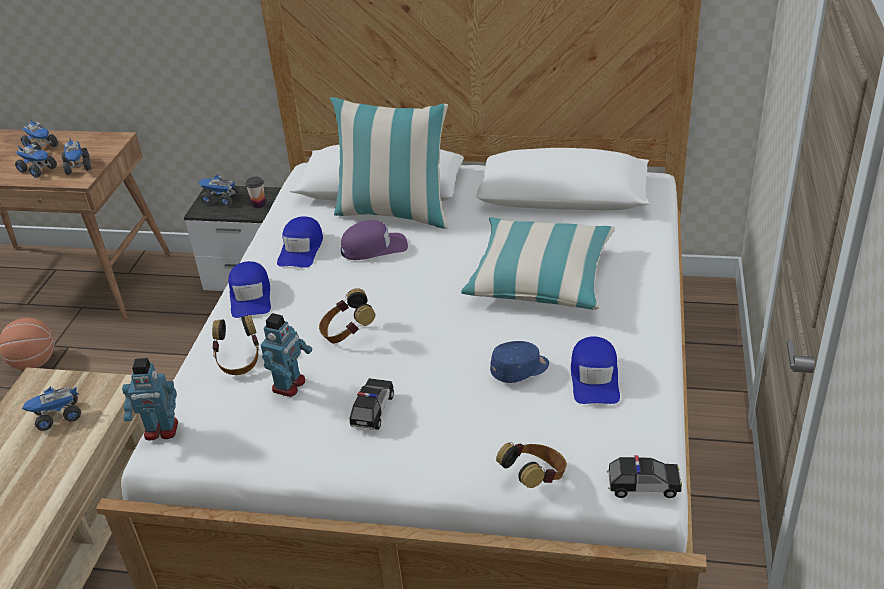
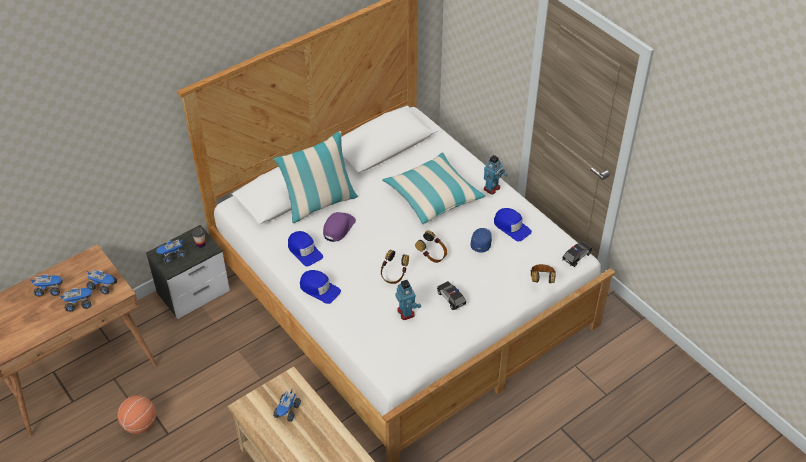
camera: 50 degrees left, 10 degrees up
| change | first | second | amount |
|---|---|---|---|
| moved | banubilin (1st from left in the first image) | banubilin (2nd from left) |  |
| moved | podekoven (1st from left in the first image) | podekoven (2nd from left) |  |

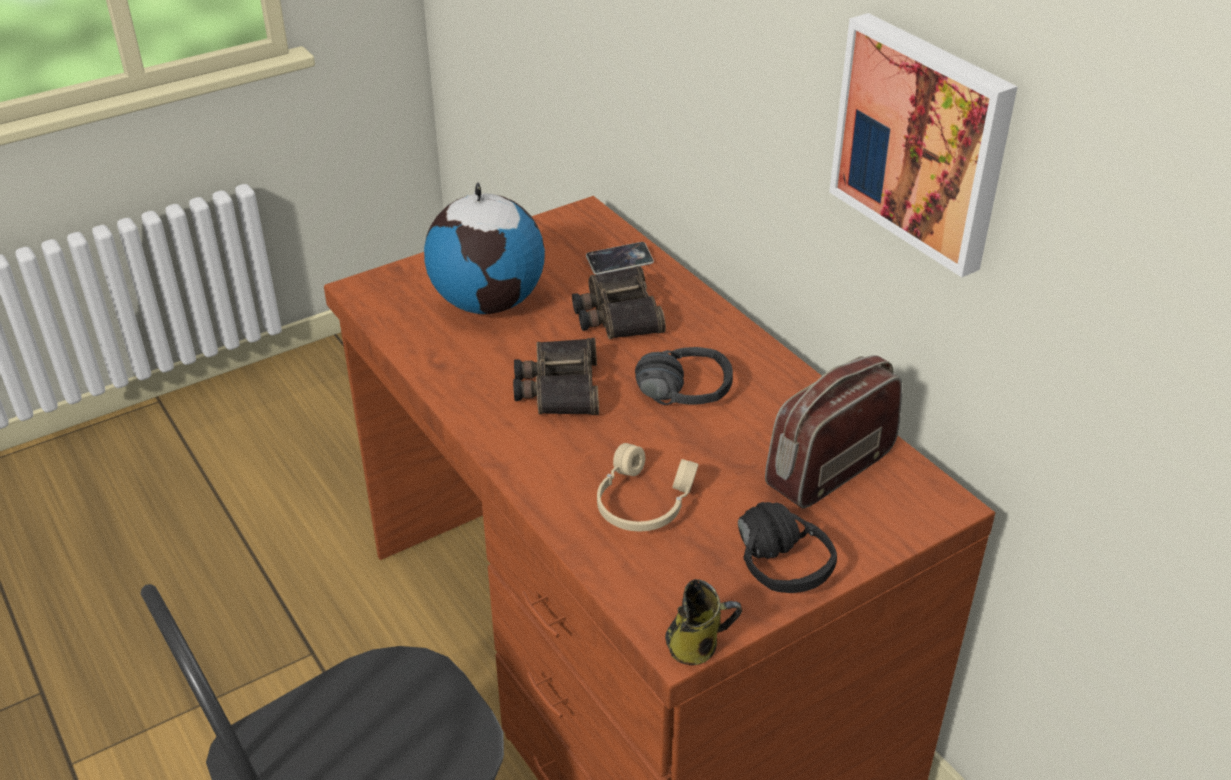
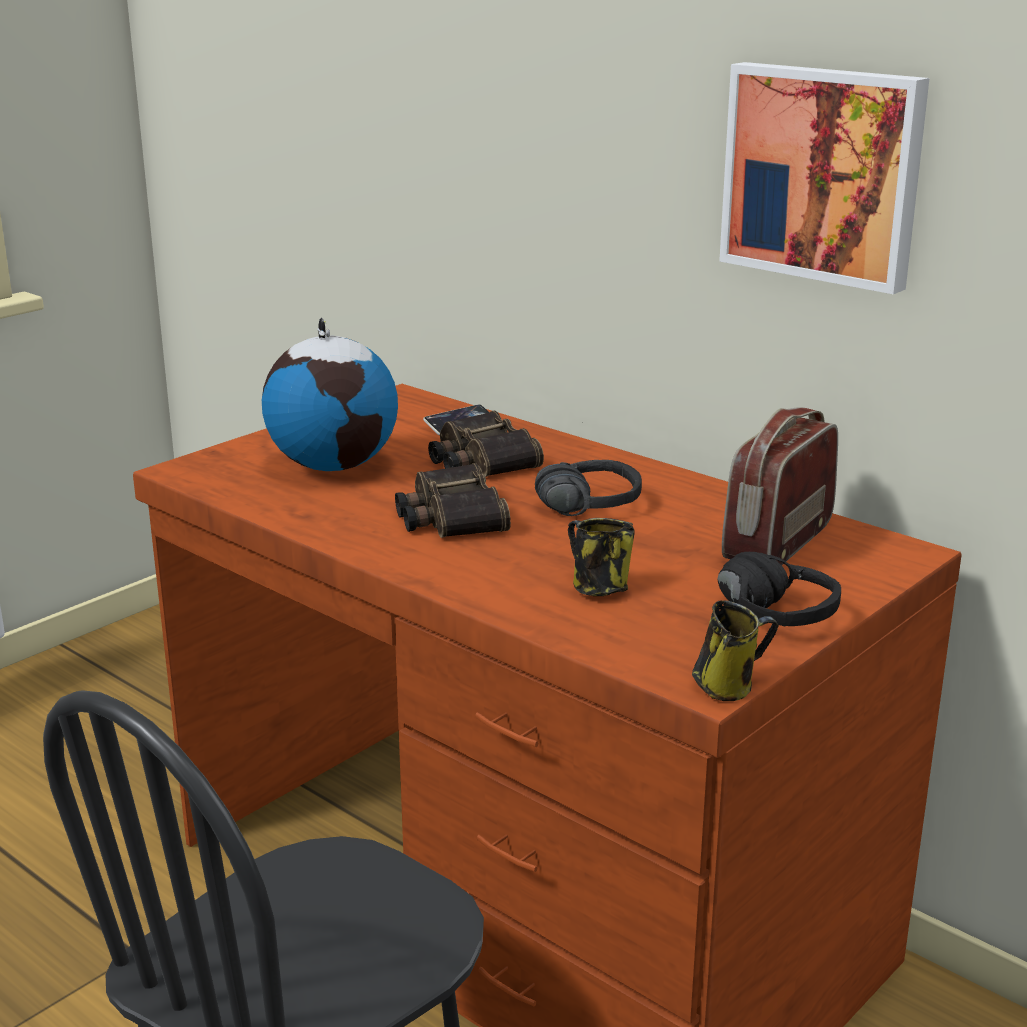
camera: 15 degrees left, 15 degrees down
| change | first | second | amount |
|---|---|---|---|
| replaced | beige_podekoven | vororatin (1st from left) |  |

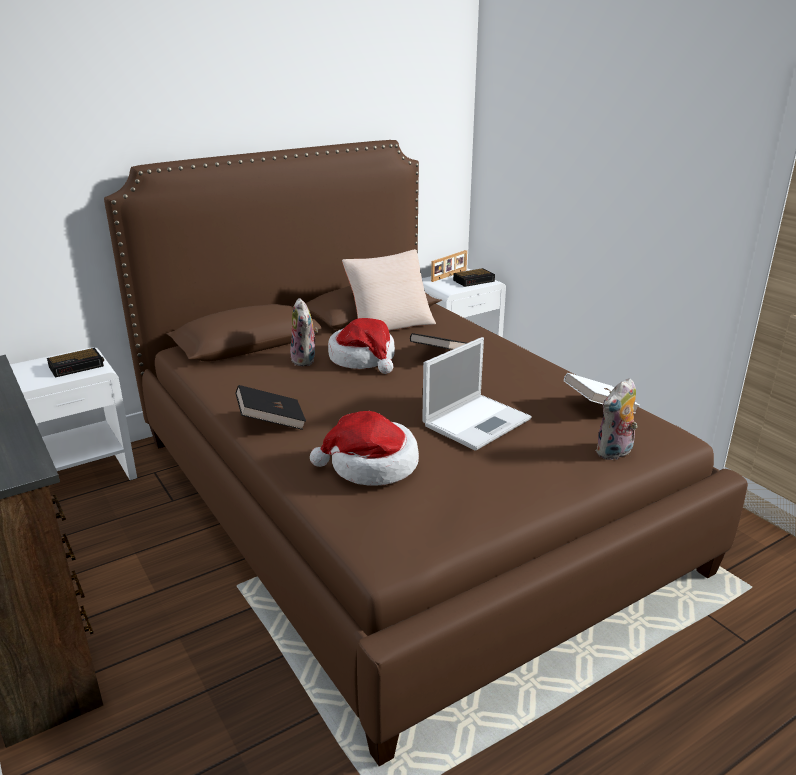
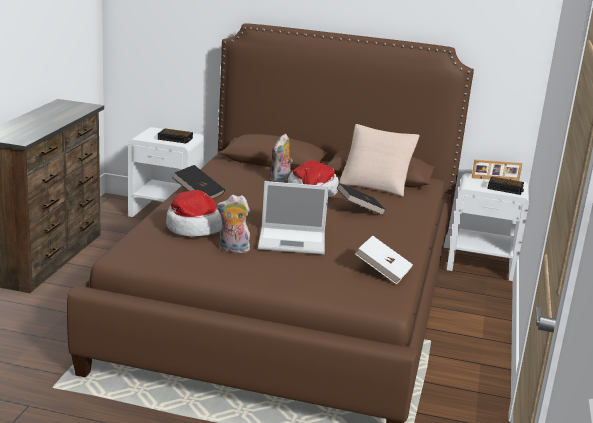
camera: 45 degrees right, 5 degrees down
| change | first | second | amount |
|---|---|---|---|
| moved | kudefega (2nd from left in the first image) | kudefega (1st from left) |  |

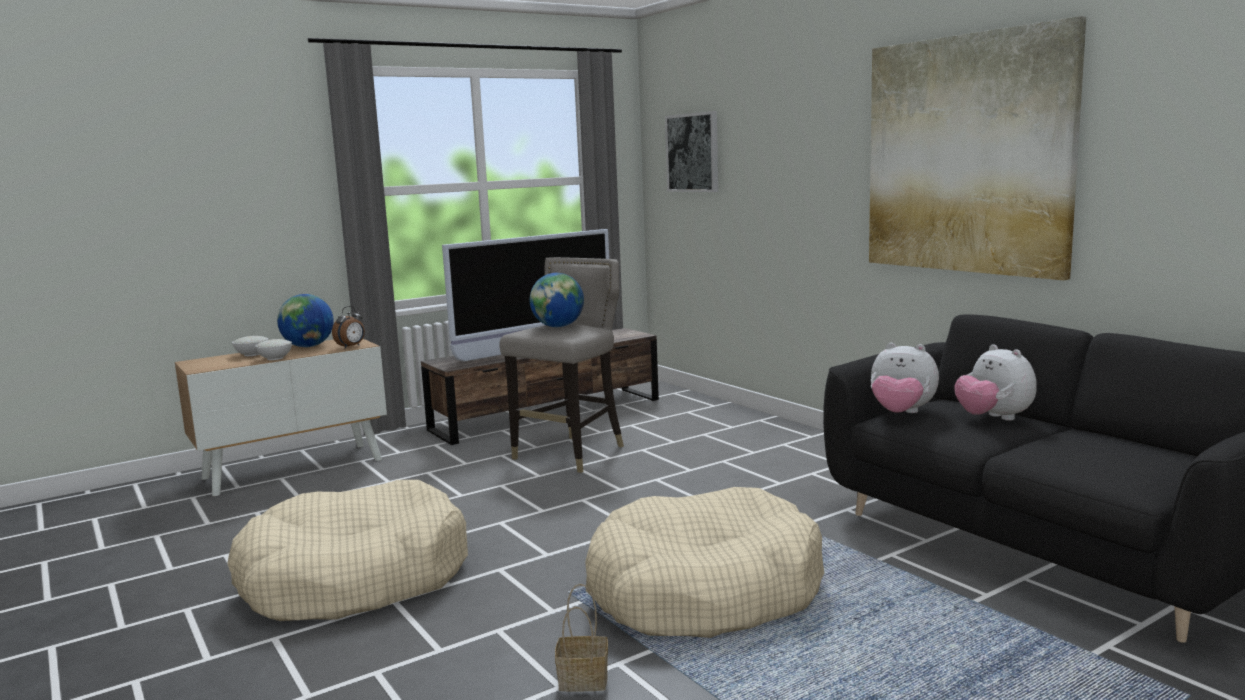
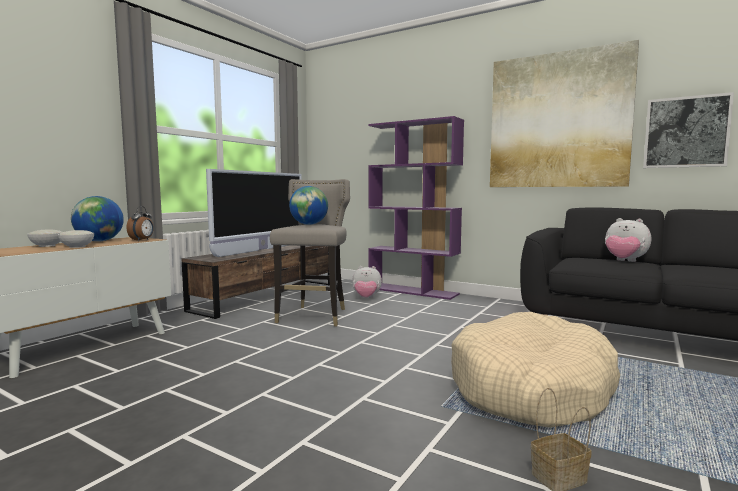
camera: 25 degrees left, 5 degrees down
| change | first | second | amount |
|---|---|---|---|
| removed | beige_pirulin (1st from left) |  |  |
| added |  | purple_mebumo |  |
| moved | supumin (1st from left in the first image) | supumin (2nd from left) |  |
| moved | kudefega (1st from left) |  |  |

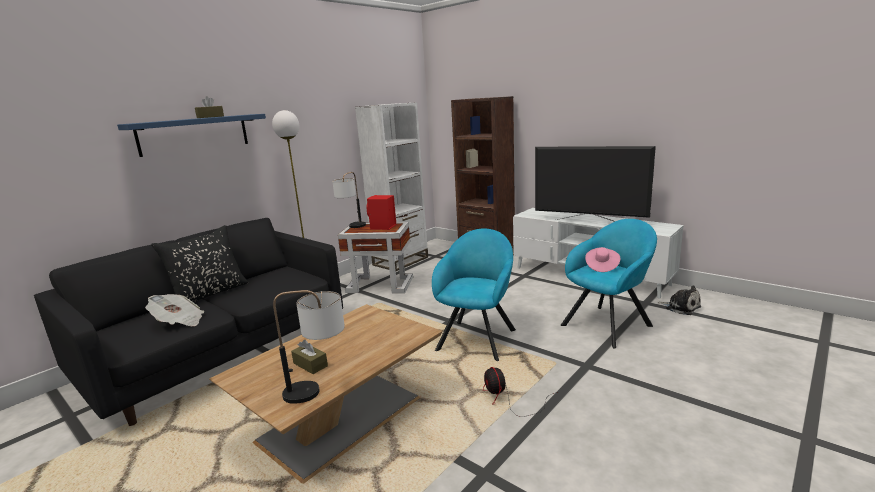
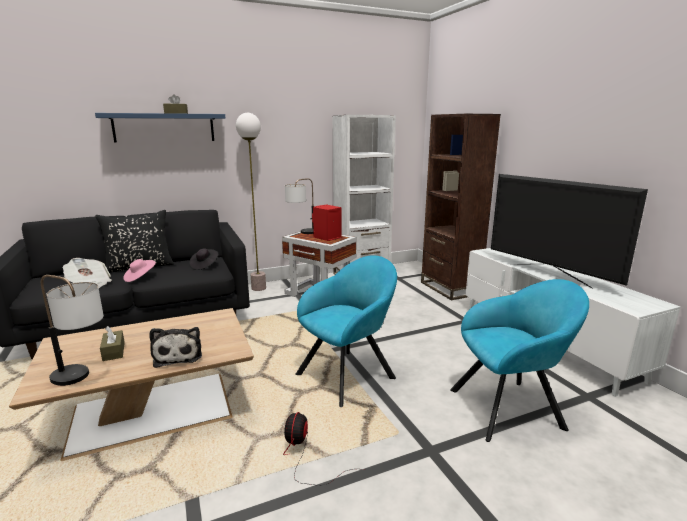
camera: 25 degrees right, 0 degrees up
| change | first | second | amount |
|---|---|---|---|
| added |  | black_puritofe |  |
| moved | pink_puritofe |  |  |
| moved | kudefega |  |  |

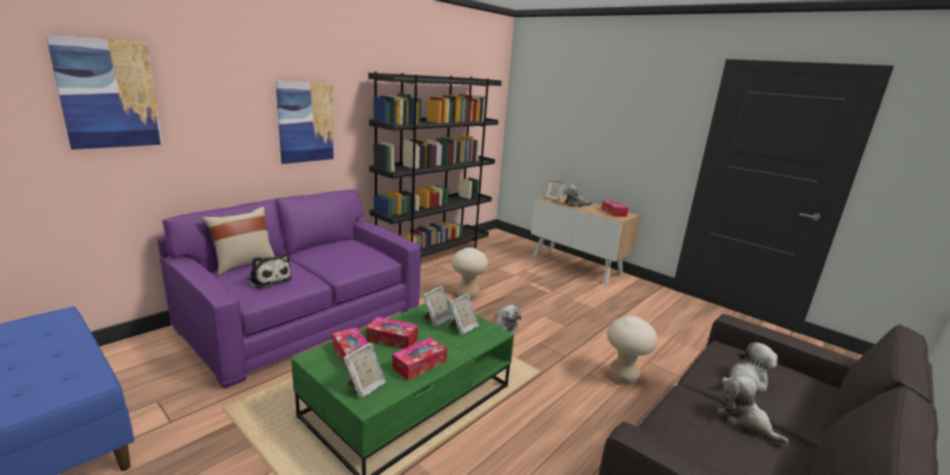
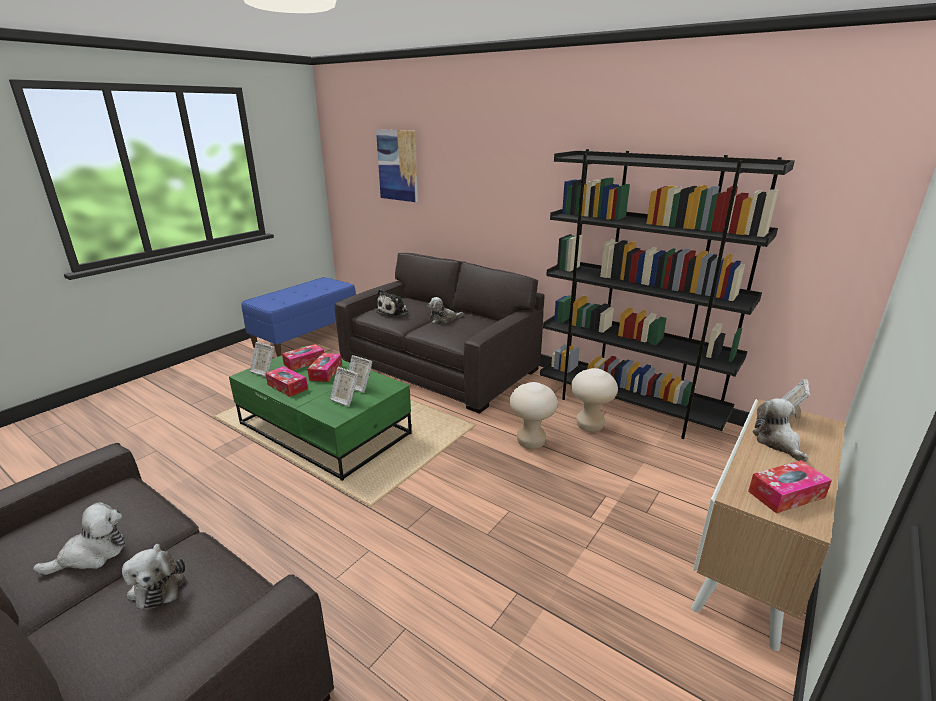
camera: 85 degrees right, 5 degrees up
| change | first | second | amount |
|---|---|---|---|
| removed | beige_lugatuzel |  |  |
| removed | supumin (2nd from left) |  |  |
| moved | kudefega (2nd from left in the first image) | kudefega (4th from left) |  |
| moved | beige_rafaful (2nd from left) |  |  |
| recoloured | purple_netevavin | grey_netevavin (2nd from left) |  |

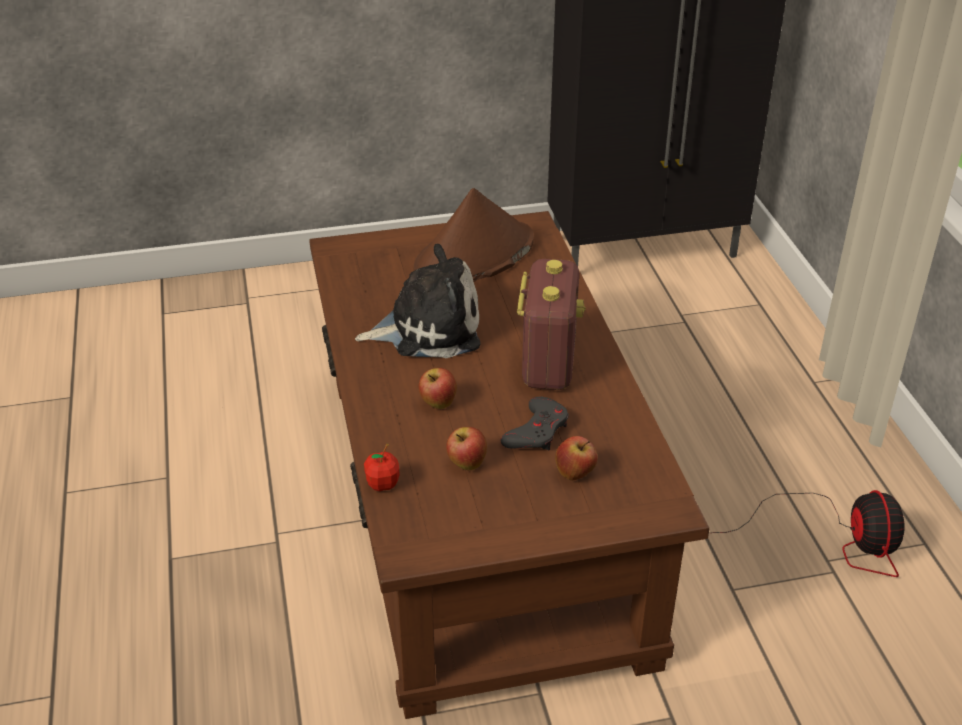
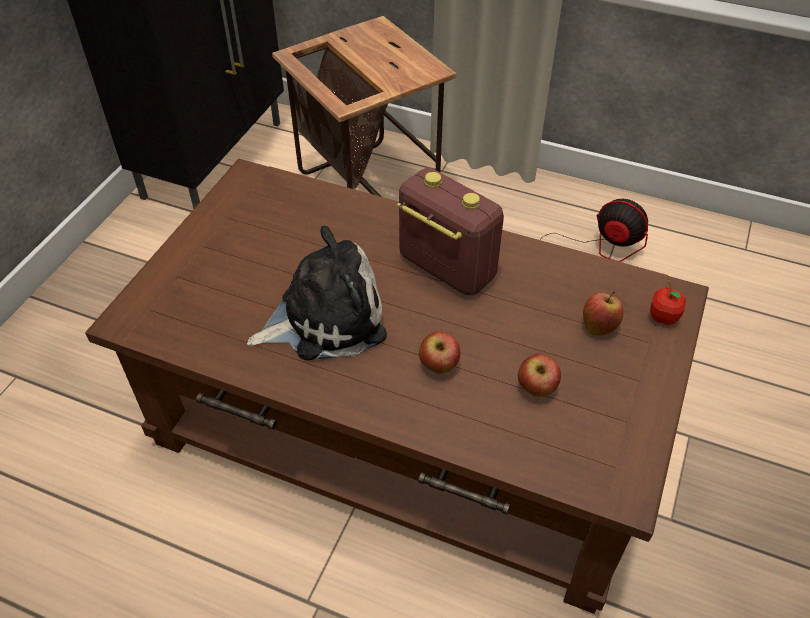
camera: 55 degrees left, 10 degrees up
| change | first | second | amount |
|---|---|---|---|
| removed | brown_puritofe |  |  |
| removed | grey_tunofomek |  |  |
| added |  | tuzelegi |  |
| moved | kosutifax (1st from left in the first image) | kosutifax (4th from left) |  |
| turned | kudefega |  | 45 degrees clockwise |

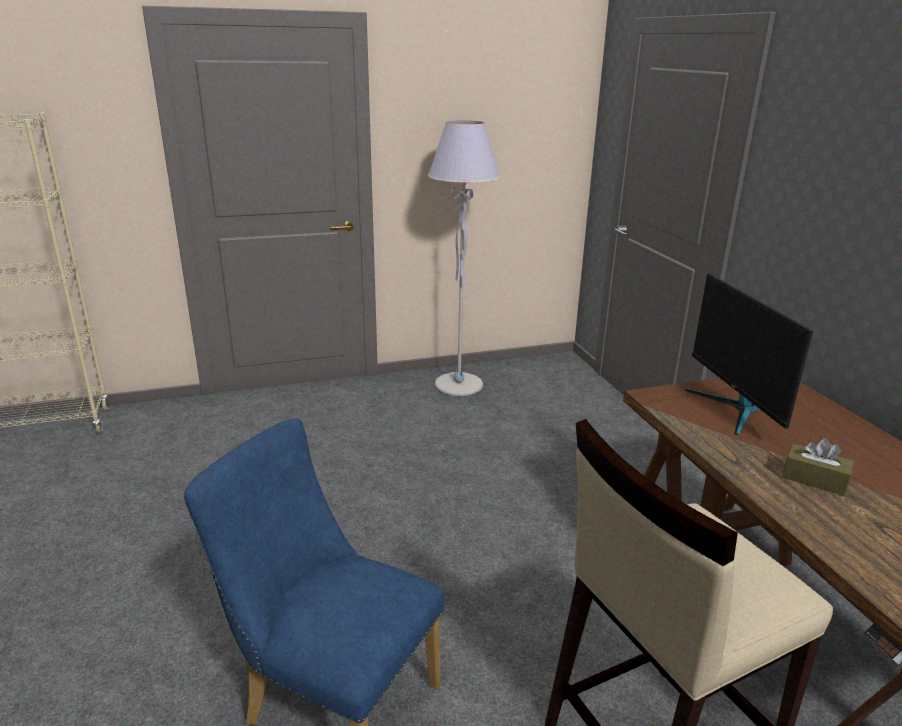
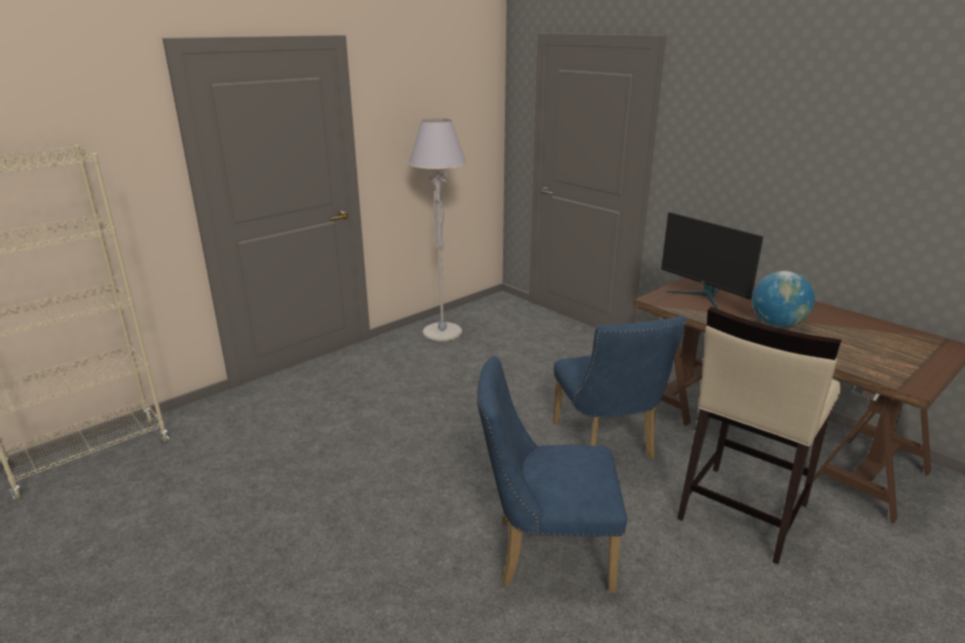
camera: 25 degrees left, 0 degrees up
| change | first | second | amount |
|---|---|---|---|
| added |  | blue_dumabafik (2nd from left) |  |
| replaced | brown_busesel | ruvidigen |  |

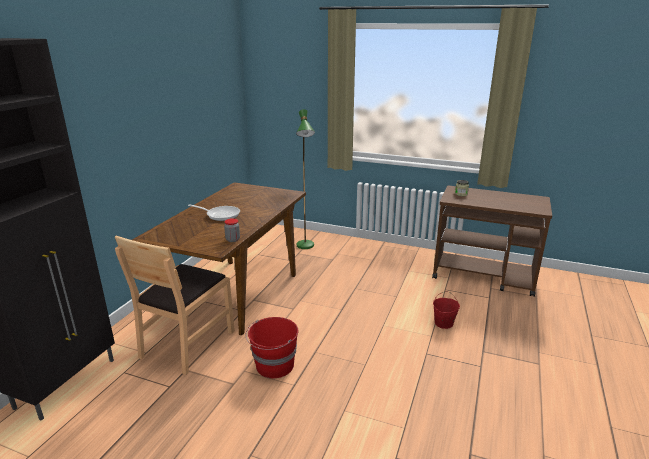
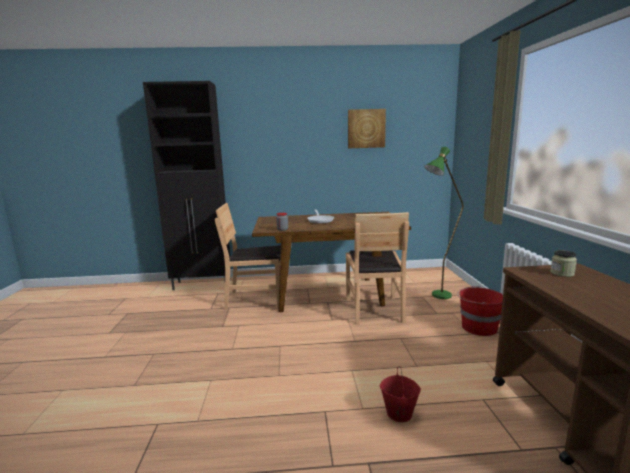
camera: 65 degrees right, 10 degrees down
| change | first | second | amount |
|---|---|---|---|
| added |  | brown_dumabafik (2nd from left) |  |
| added |  | supumin |  |
| moved | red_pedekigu (1st from left in the first image) | red_pedekigu (2nd from left) |  |

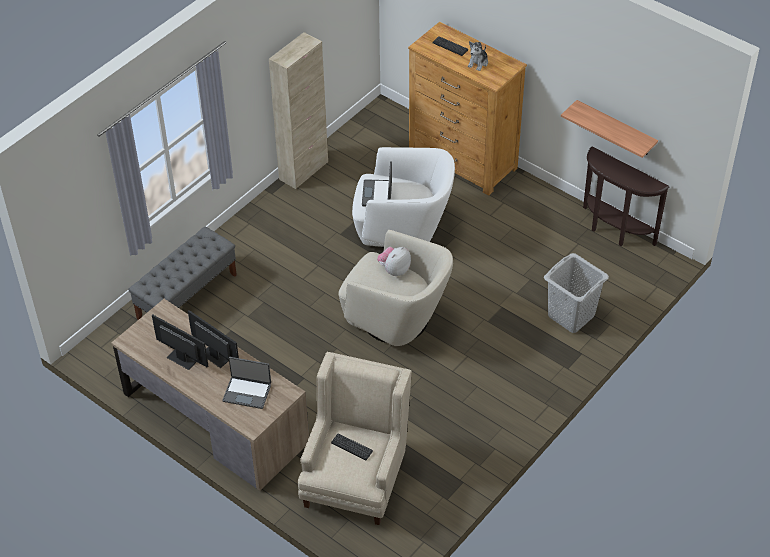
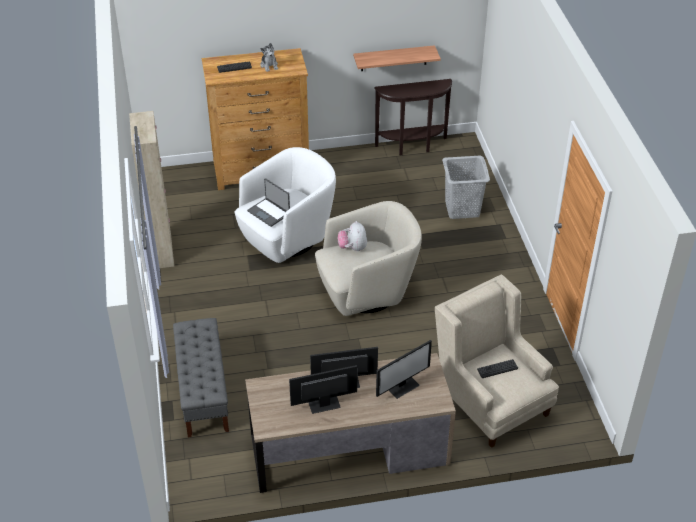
camera: 50 degrees left, 5 degrees down
| change | first | second | amount |
|---|---|---|---|
| replaced | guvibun (1st from left) | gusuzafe (3rd from left) |  |

